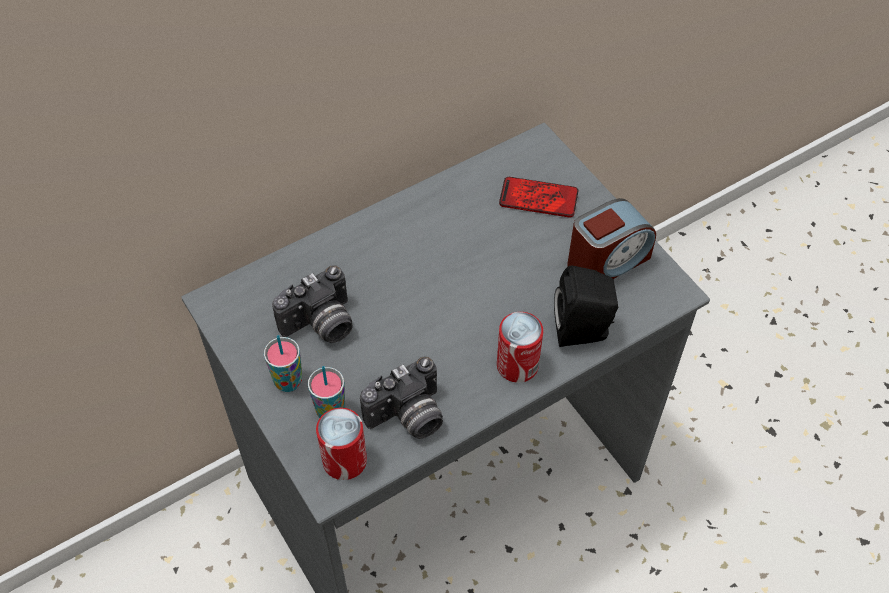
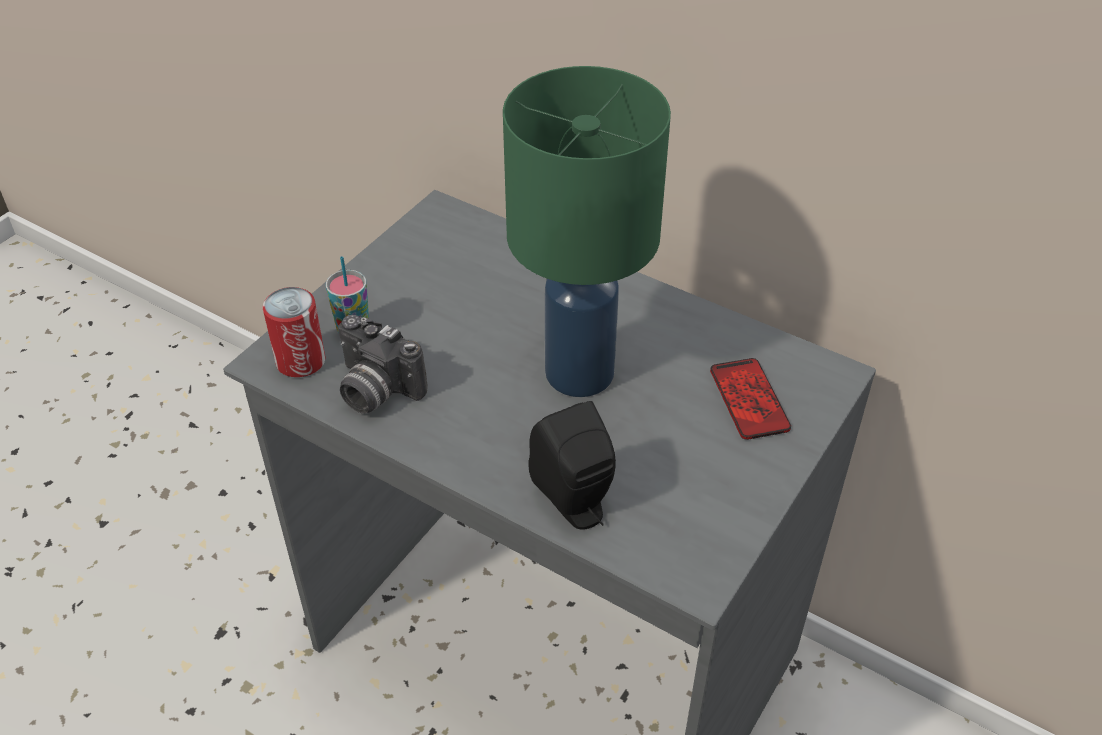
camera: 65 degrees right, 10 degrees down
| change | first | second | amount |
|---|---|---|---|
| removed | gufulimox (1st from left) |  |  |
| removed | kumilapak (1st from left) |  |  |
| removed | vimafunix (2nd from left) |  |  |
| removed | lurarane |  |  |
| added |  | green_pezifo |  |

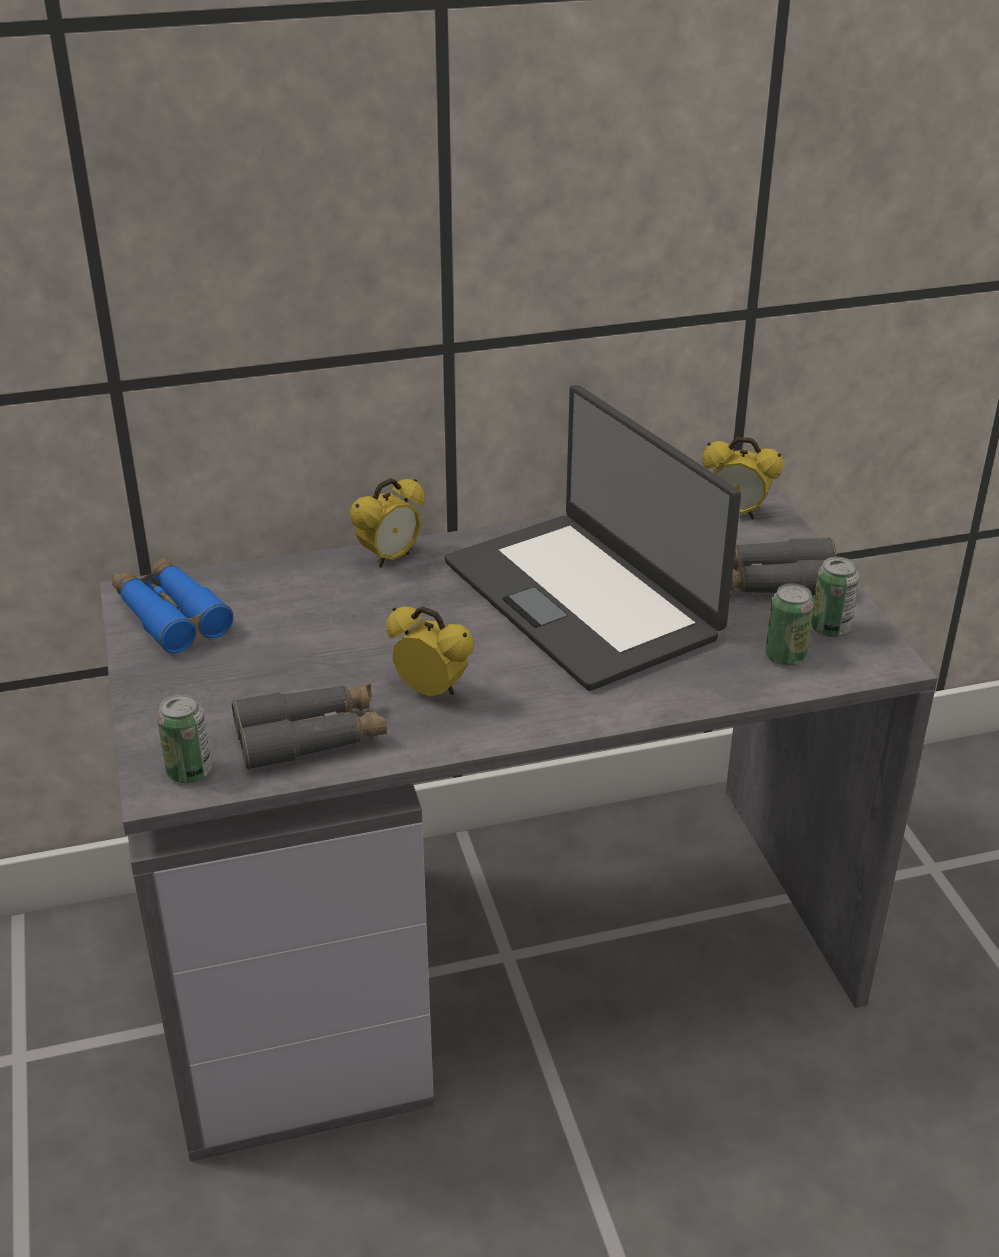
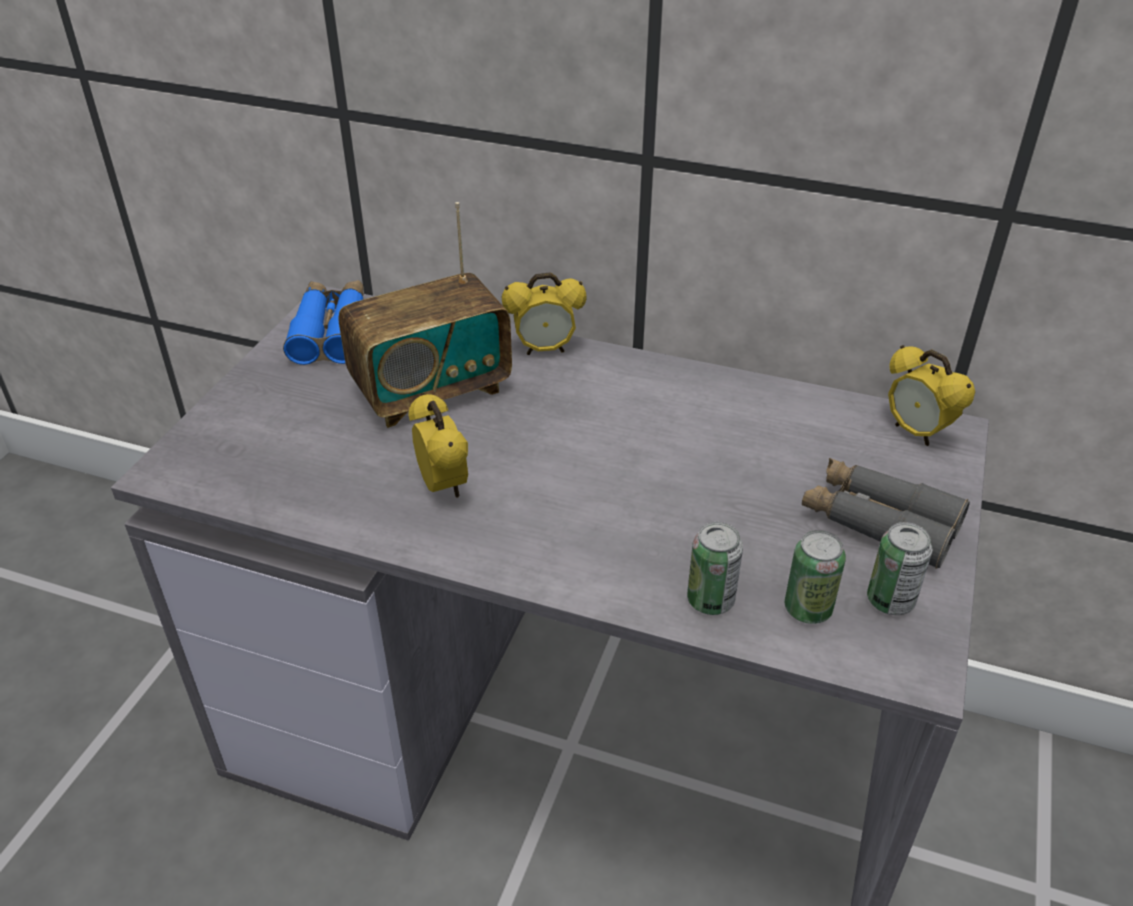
camera: 35 degrees right, 5 degrees up
| change | first | second | amount |
|---|---|---|---|
| removed | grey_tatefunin (1st from left) |  |  |
| removed | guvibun |  |  |
| added |  | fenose |  |
| moved | vimafunix (1st from left) |  |  |

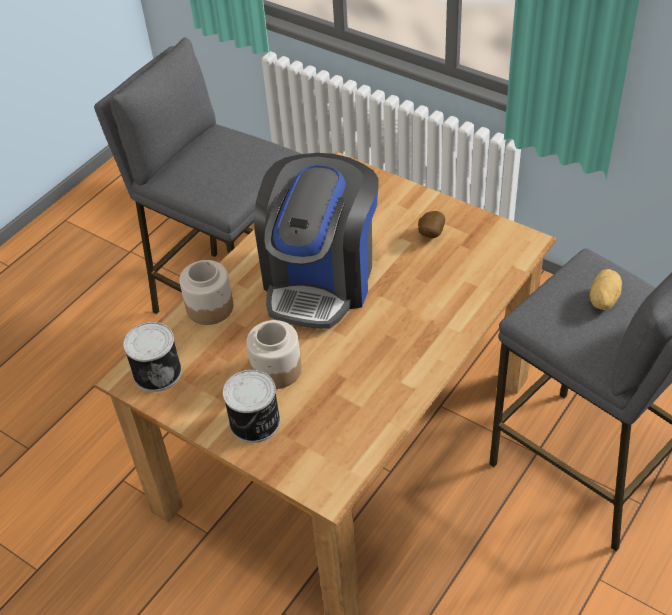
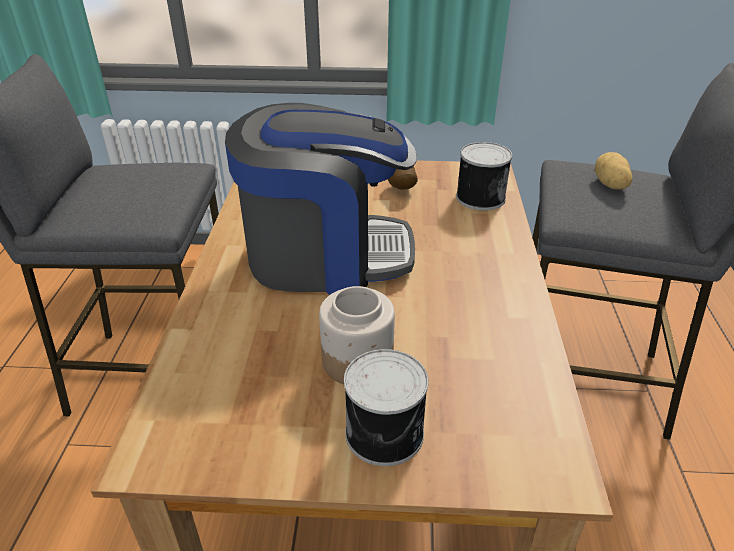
camera: 35 degrees left, 10 degrees down
| change | first | second | amount |
|---|---|---|---|
| removed | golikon (1st from left) |  |  |
| moved | vimafunix (1st from left in the first image) | vimafunix (2nd from left) |  |
| turned | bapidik |  | 75 degrees counterclockwise |

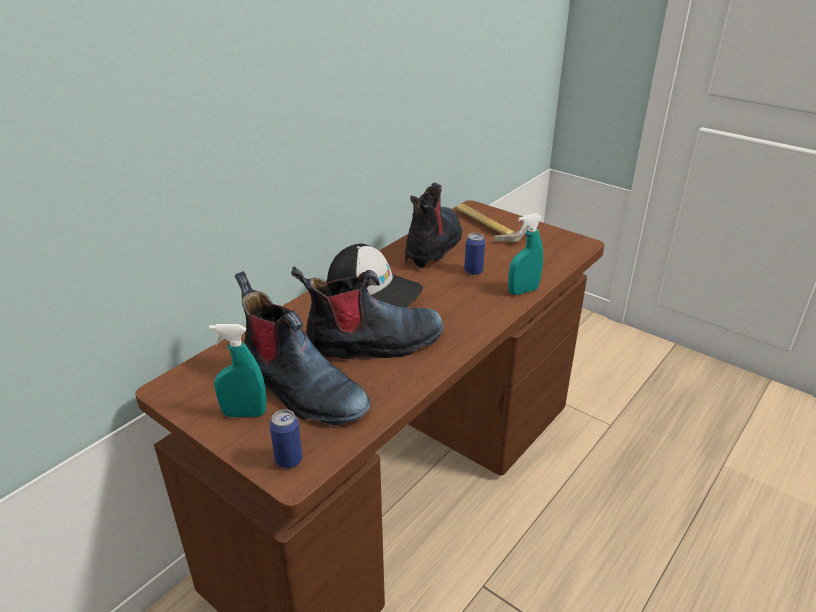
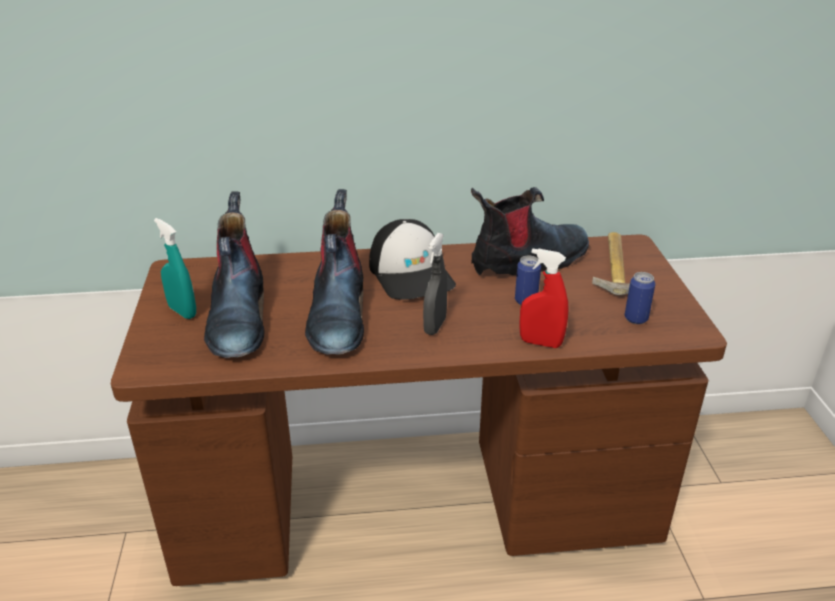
camera: 45 degrees right, 0 degrees up
| change | first | second | amount |
|---|---|---|---|
| added |  | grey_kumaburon |  |
| moved | vimafunix (1st from left in the first image) | vimafunix (2nd from left) |  |
| recoloured | turquoise_kumaburon (2nd from left) | red_kumaburon |  |
| turned | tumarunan (2nd from left) |  | 60 degrees clockwise |

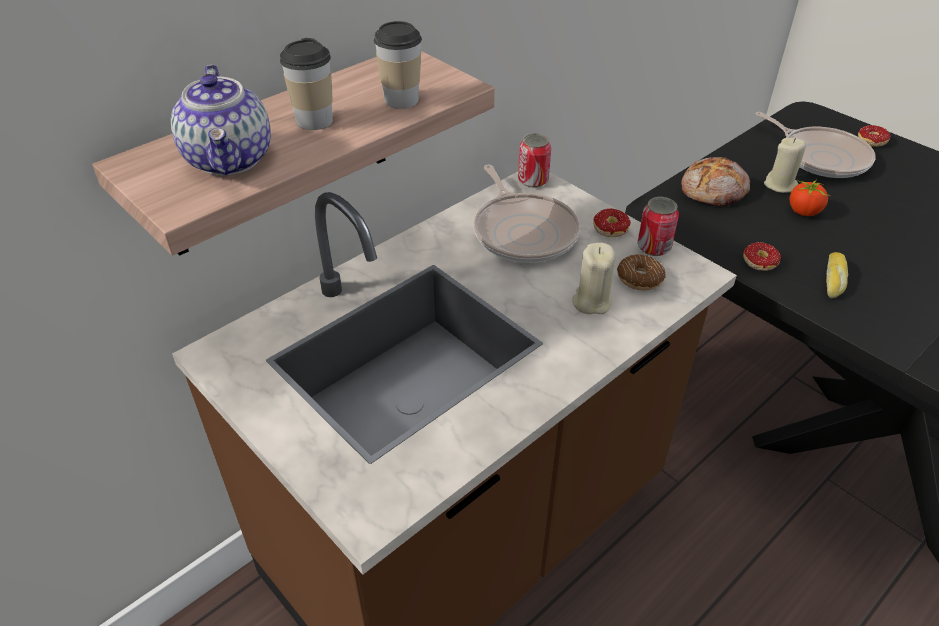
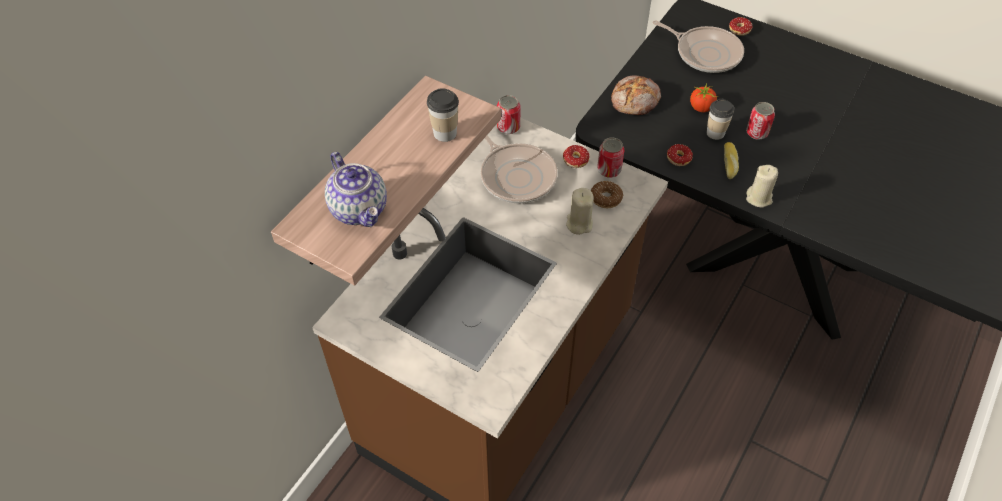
camera: 15 degrees left, 10 degrees up
| change | first | second | amount |
|---|---|---|---|
| added |  | vimafunix (3rd from left) |  |
| moved | gufulimox (1st from left in the first image) | gufulimox (2nd from left) |  |
| moved | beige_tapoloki (2nd from left) |  |  |

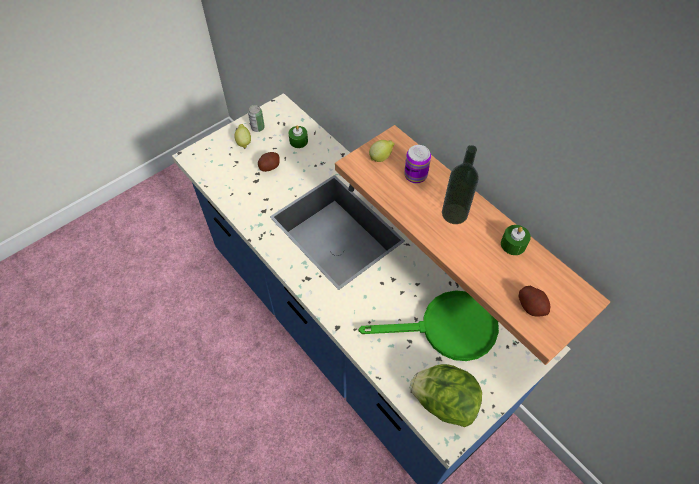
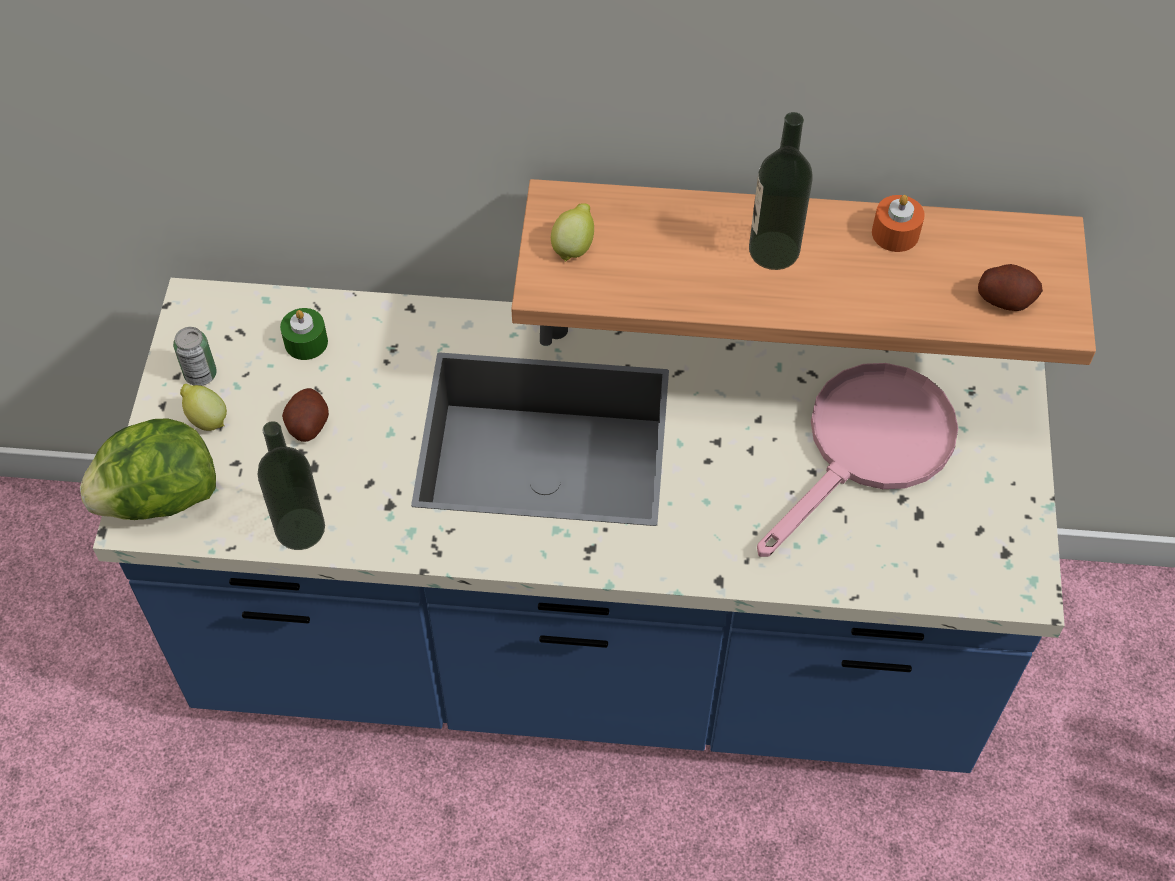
camera: 45 degrees left, 0 degrees up
| change | first | second | amount |
|---|---|---|---|
| removed | vimafunix (2nd from left) |  |  |
| added |  | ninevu (1st from left) |  |
| moved | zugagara |  |  |
| recoloured | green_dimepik | pink_dimepik |  |
| recoloured | green_tapoloki (2nd from left) | orange_tapoloki |  |

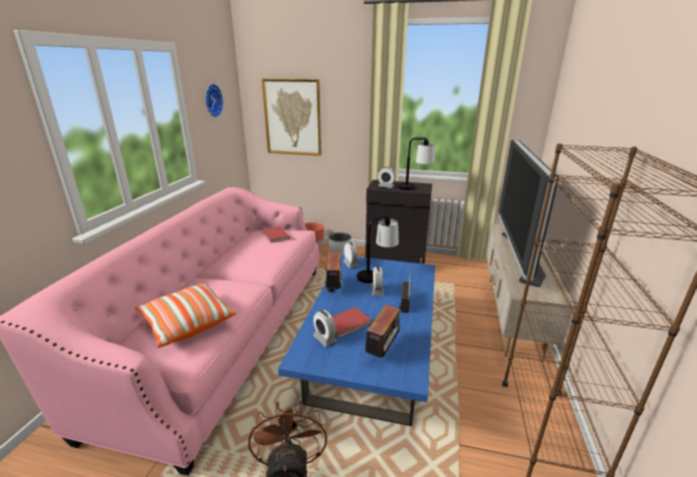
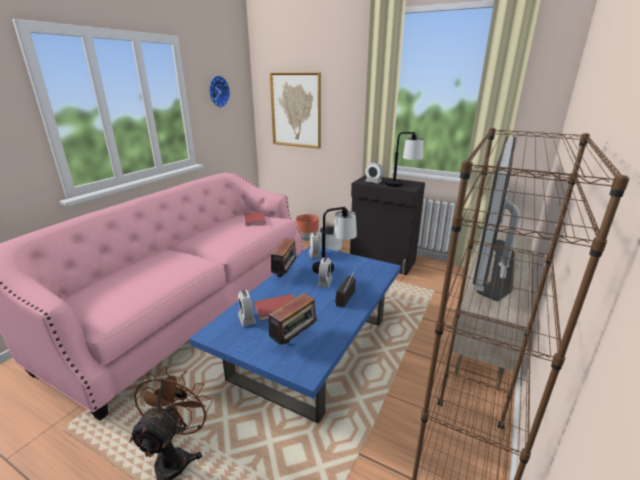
camera: 15 degrees right, 0 degrees up
| change | first | second | amount |
|---|---|---|---|
| removed | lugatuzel |  |  |

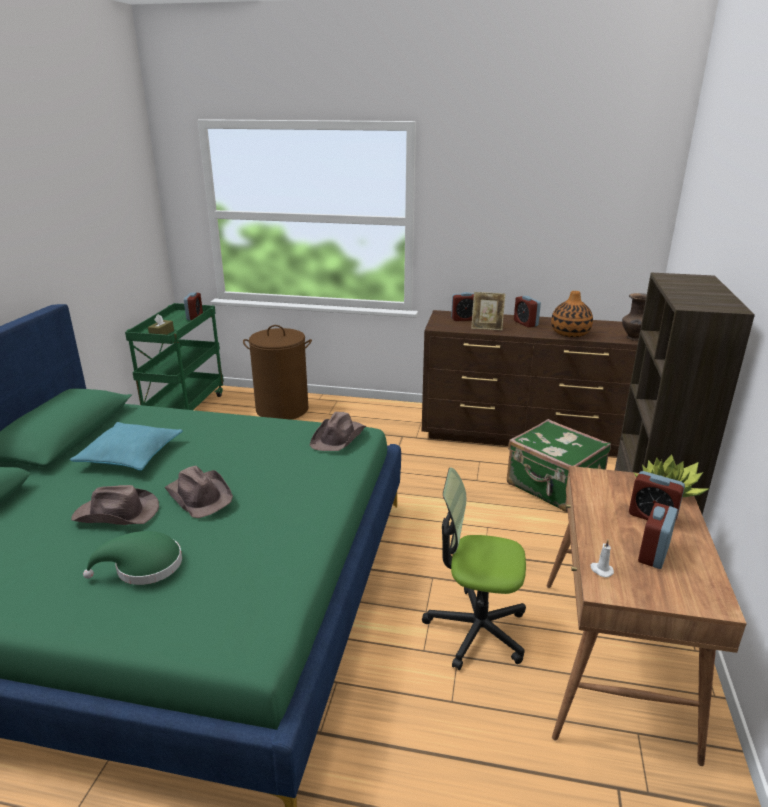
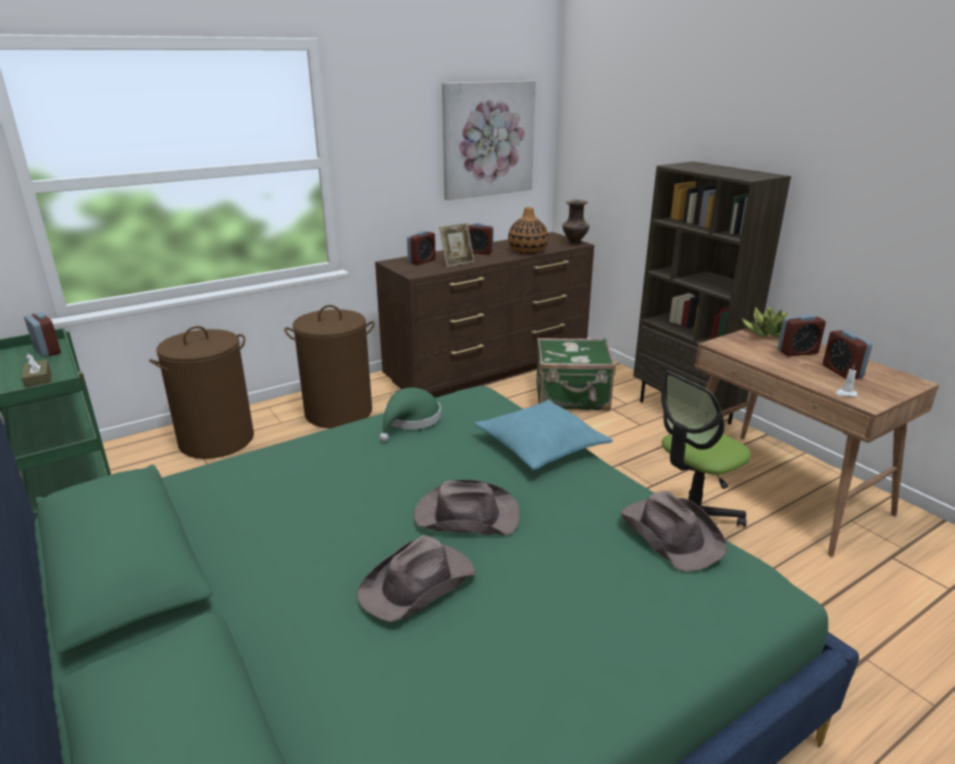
camera: 45 degrees left, 0 degrees up
| change | first | second | amount |
|---|---|---|---|
| added |  | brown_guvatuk (2nd from left) |  |
| added |  | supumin |  |
| moved | turquoise_lugatuzel |  |  |
| moved | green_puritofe |  |  |
| moved | brown_puritofe (3rd from left) |  |  |

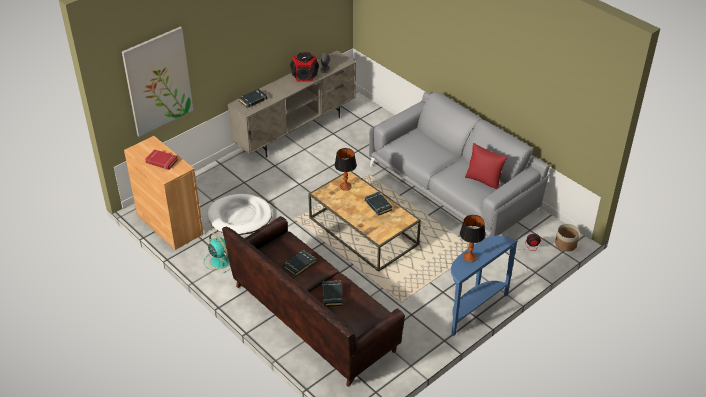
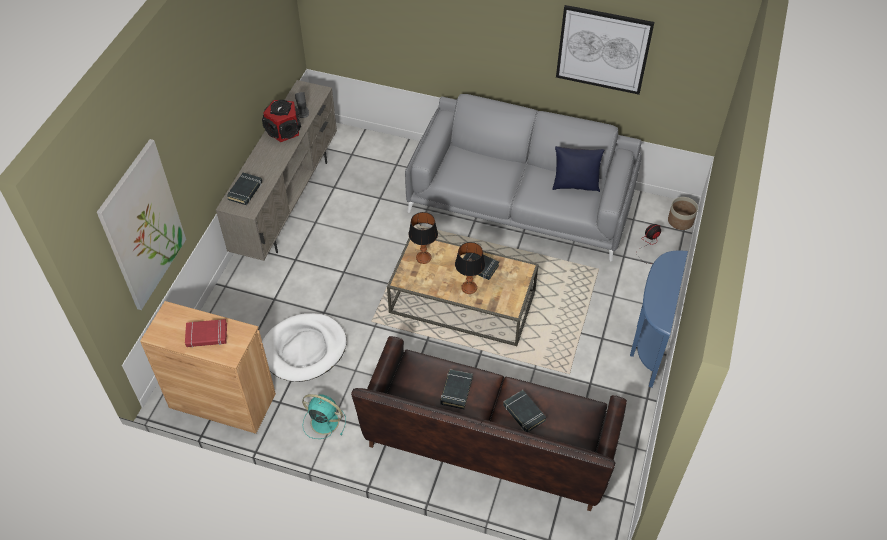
camera: 30 degrees left, 10 degrees up
| change | first | second | amount |
|---|---|---|---|
| added |  | supumin (2nd from left) |  |
| moved | pezifo (2nd from left) |  |  |
| recoloured | red_lugatuzel | blue_lugatuzel |  |

